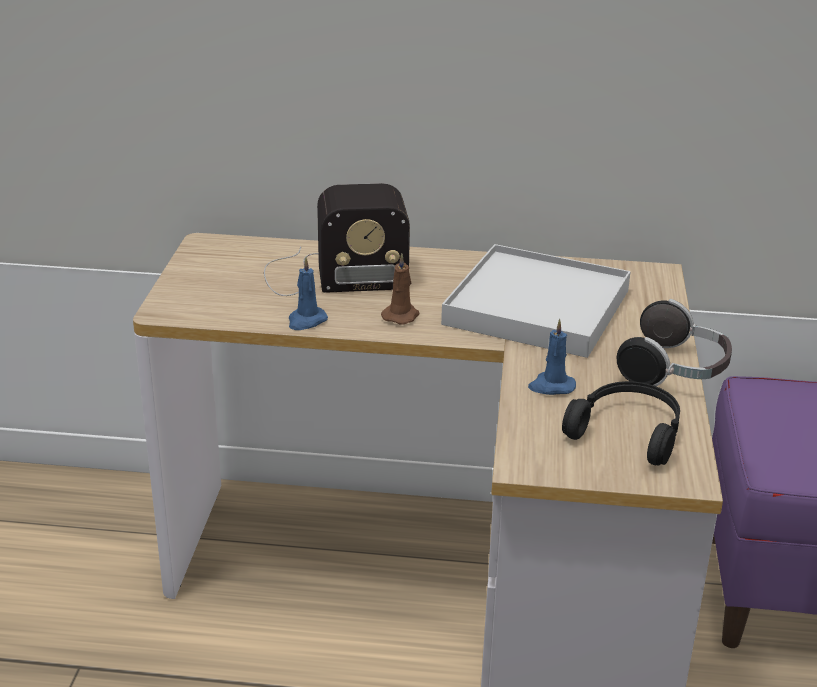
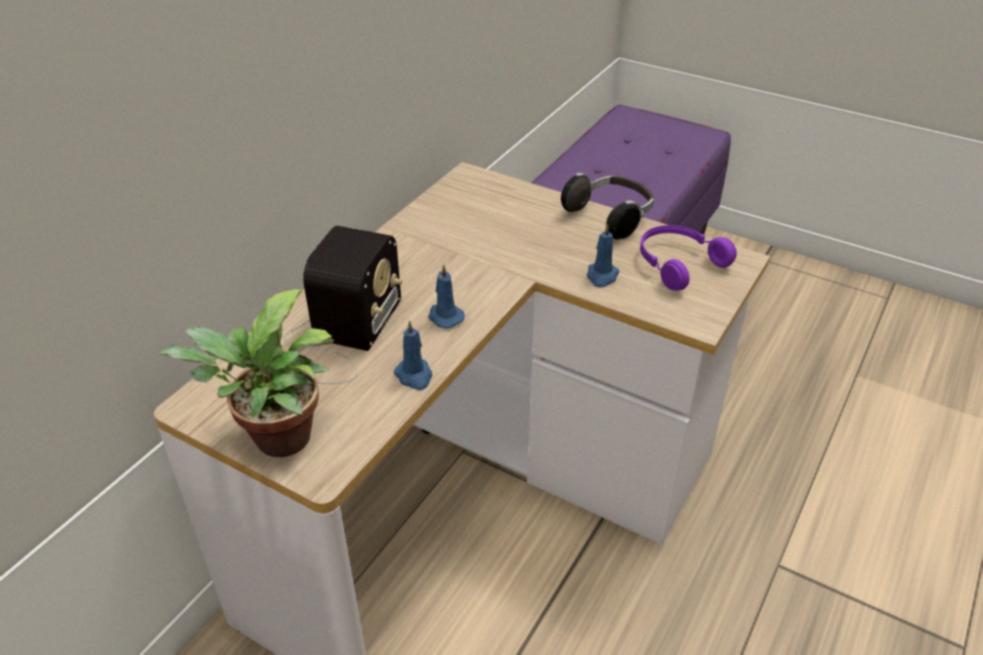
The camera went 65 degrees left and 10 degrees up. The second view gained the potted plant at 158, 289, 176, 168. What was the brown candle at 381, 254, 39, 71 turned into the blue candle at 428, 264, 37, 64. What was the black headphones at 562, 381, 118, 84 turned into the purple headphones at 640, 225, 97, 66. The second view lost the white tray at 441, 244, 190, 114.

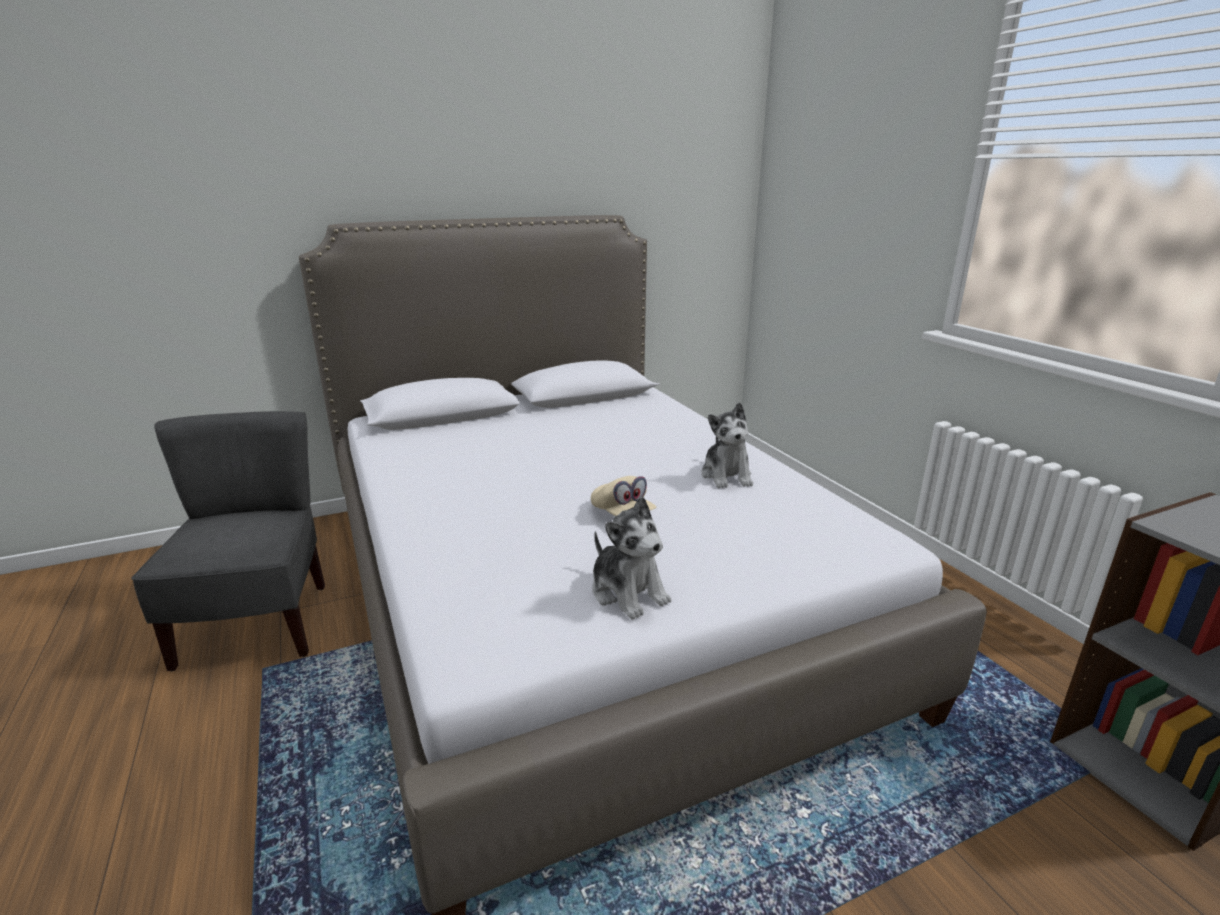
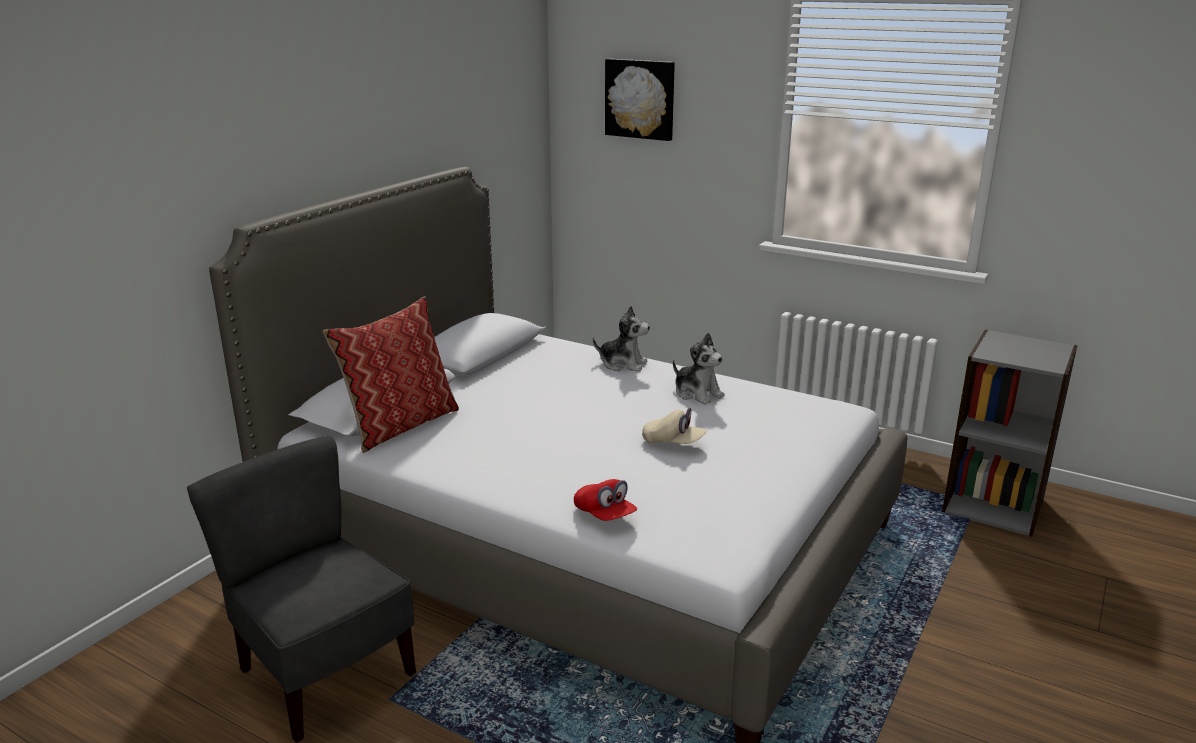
The camera went 35 degrees left and 0 degrees up. The second view gained the pillow at 322, 296, 137, 157. The second view gained the red cap at 574, 479, 63, 42. The plush toy ended up elsewhere, having gone from 592, 497, 79, 123 to 593, 306, 57, 66. The second view gained the picture at 605, 59, 70, 82.

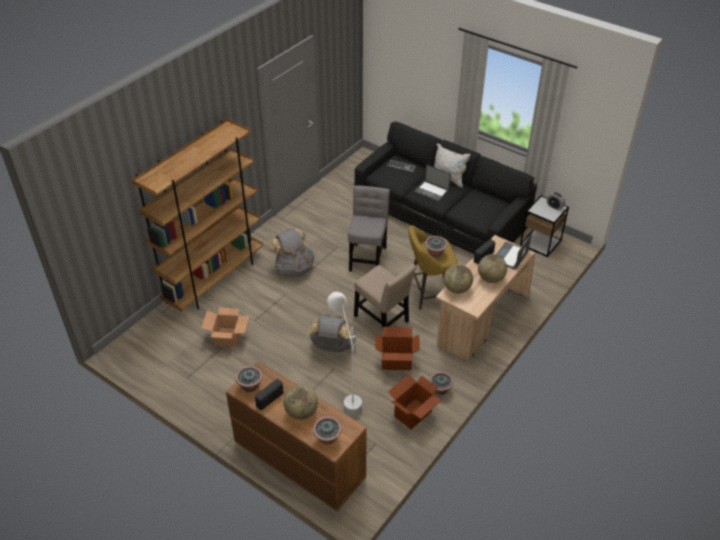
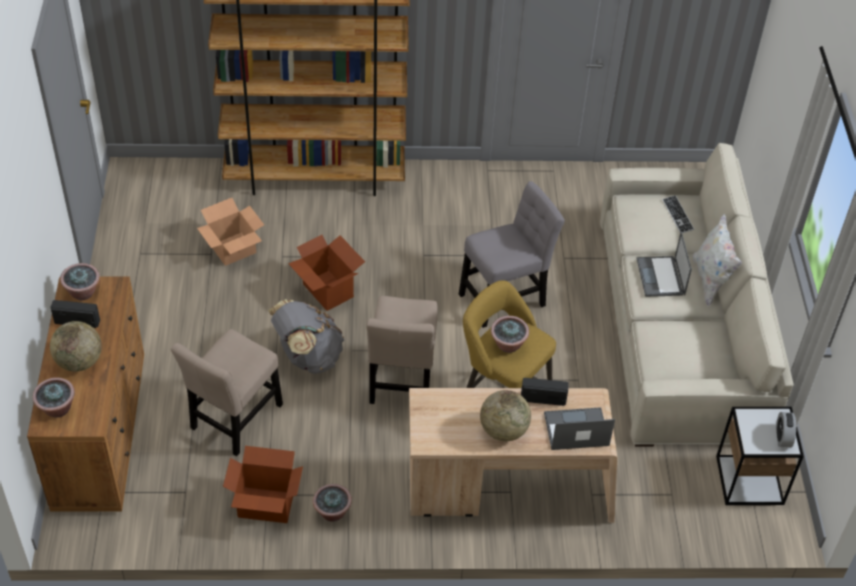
The camera went 50 degrees right and 5 degrees up. Where the white floor lamp stood at 327, 292, 35, 125, the beige chair came to stand at 171, 329, 112, 127. The cardboard box ended up elsewhere, having gone from 375, 327, 45, 43 to 288, 235, 77, 76. What was the black sofa at 355, 121, 182, 133 turned into the beige sofa at 600, 143, 194, 303. The second view lost the grey backpack at 269, 228, 45, 50. The second view lost the globe at 444, 264, 29, 30.

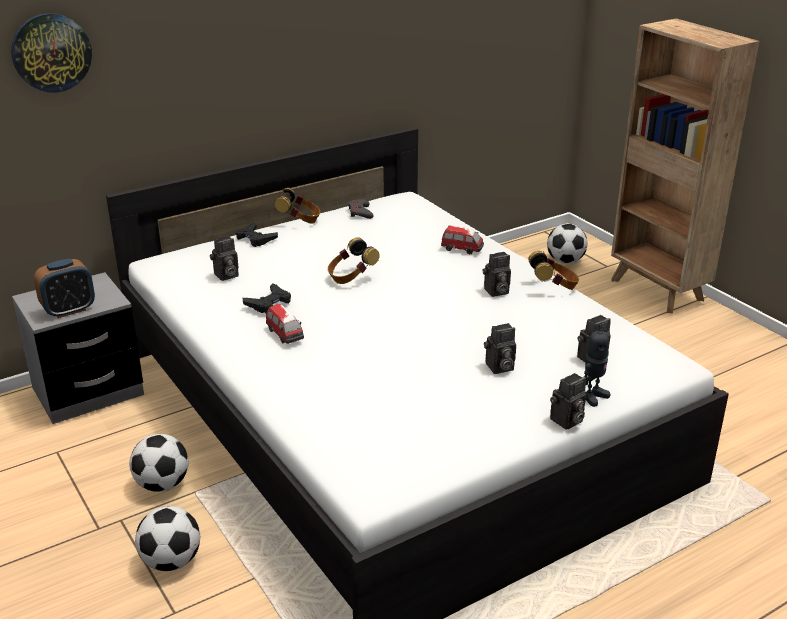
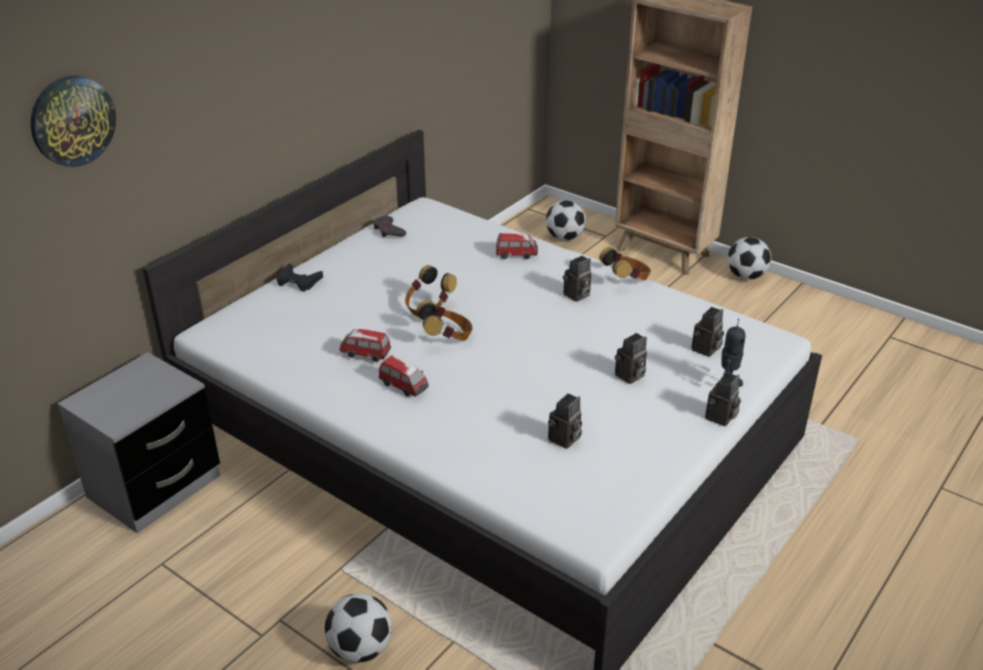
The camera went 20 degrees left and 5 degrees up. Where the black game controller stood at 243, 283, 48, 30, the toy car came to stand at 340, 329, 51, 33. The headphones ended up elsewhere, having gone from 275, 188, 45, 36 to 417, 300, 56, 41. The photo camera ended up elsewhere, having gone from 210, 236, 29, 45 to 548, 393, 34, 56. The football ended up elsewhere, having gone from 129, 434, 60, 58 to 727, 237, 44, 43. The second view lost the alarm clock at 34, 259, 61, 59.

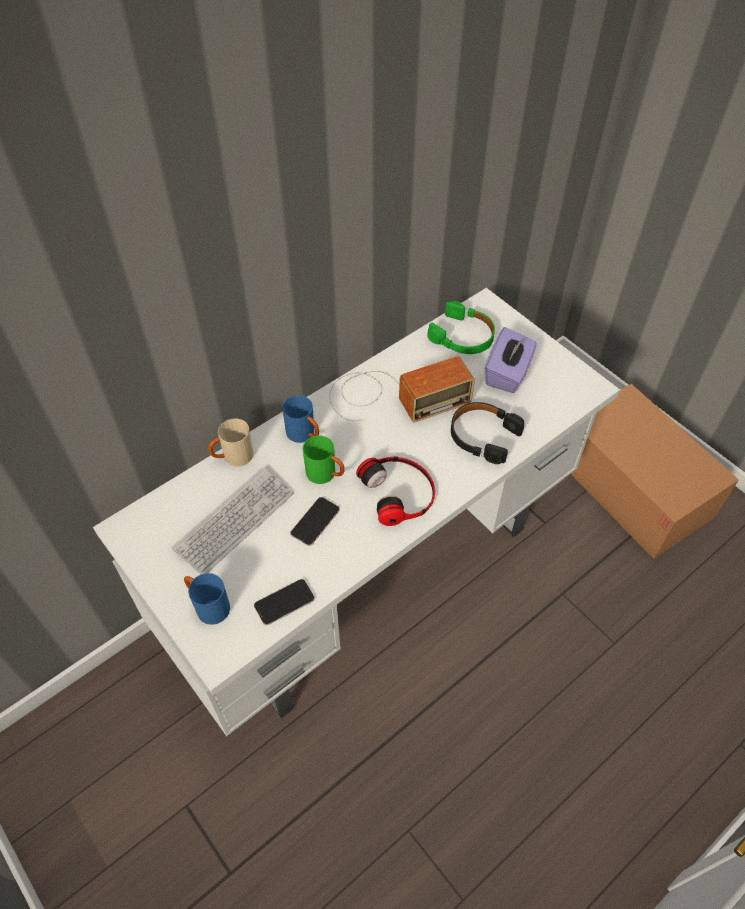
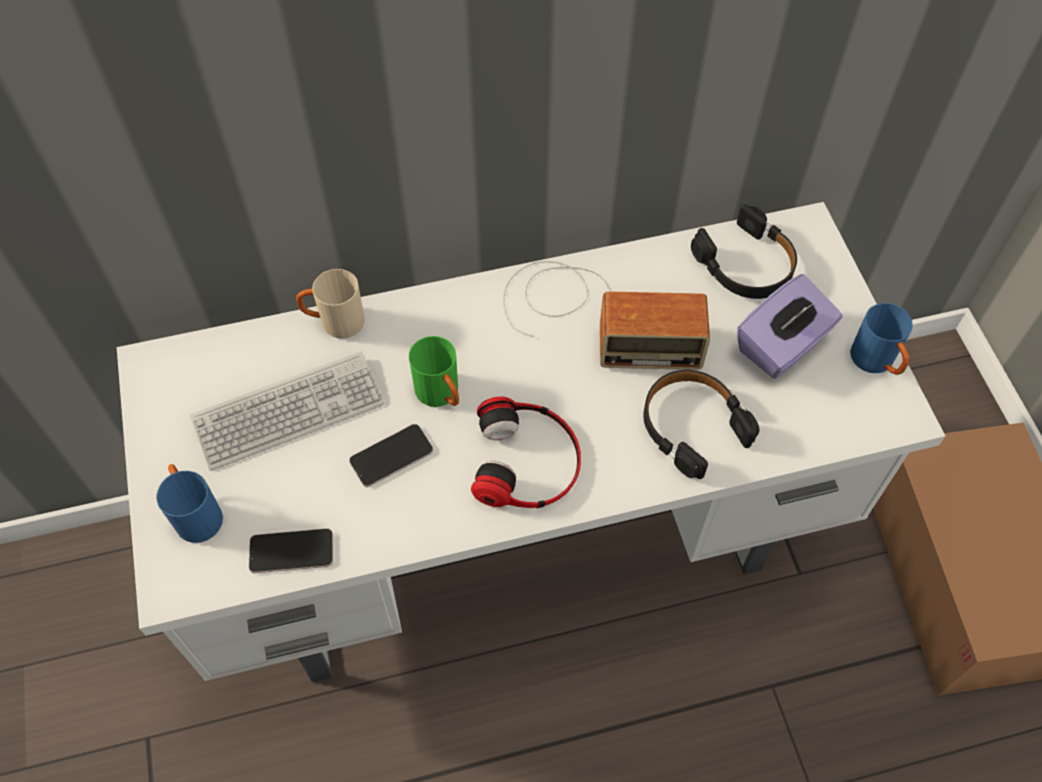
The camera went 25 degrees right and 5 degrees up. What was the green headphones at 427, 301, 68, 53 turned into the black headphones at 691, 204, 106, 95. The blue mug ended up elsewhere, having gone from 282, 395, 37, 48 to 850, 303, 63, 72.

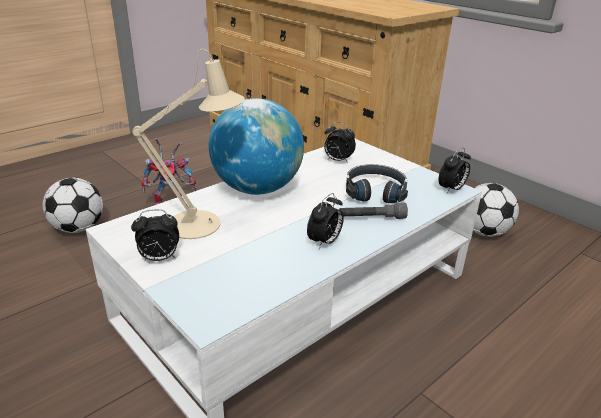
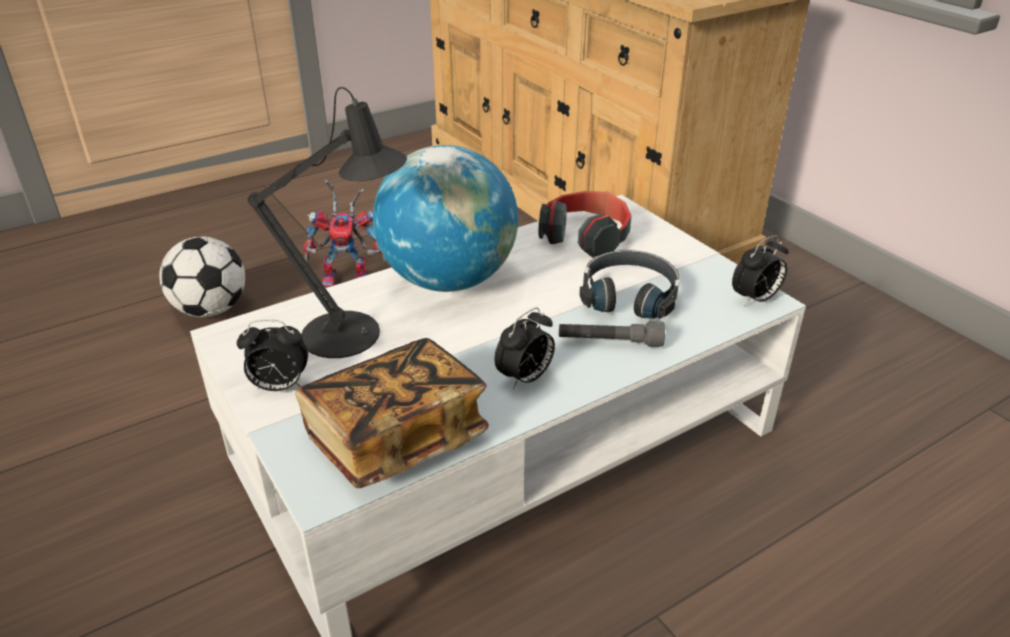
The camera went 10 degrees right and 5 degrees up. What was the beige table lamp at 132, 49, 113, 190 turned into the black table lamp at 248, 87, 159, 271. The second view gained the book at 295, 338, 194, 150. Where the alarm clock stood at 324, 122, 32, 41, the headphones came to stand at 538, 191, 94, 67. The second view lost the football at 473, 183, 46, 54.

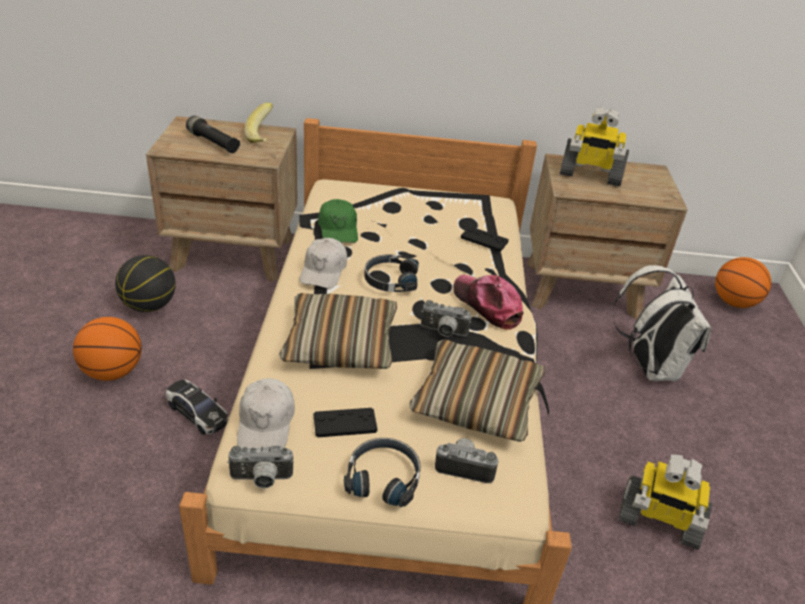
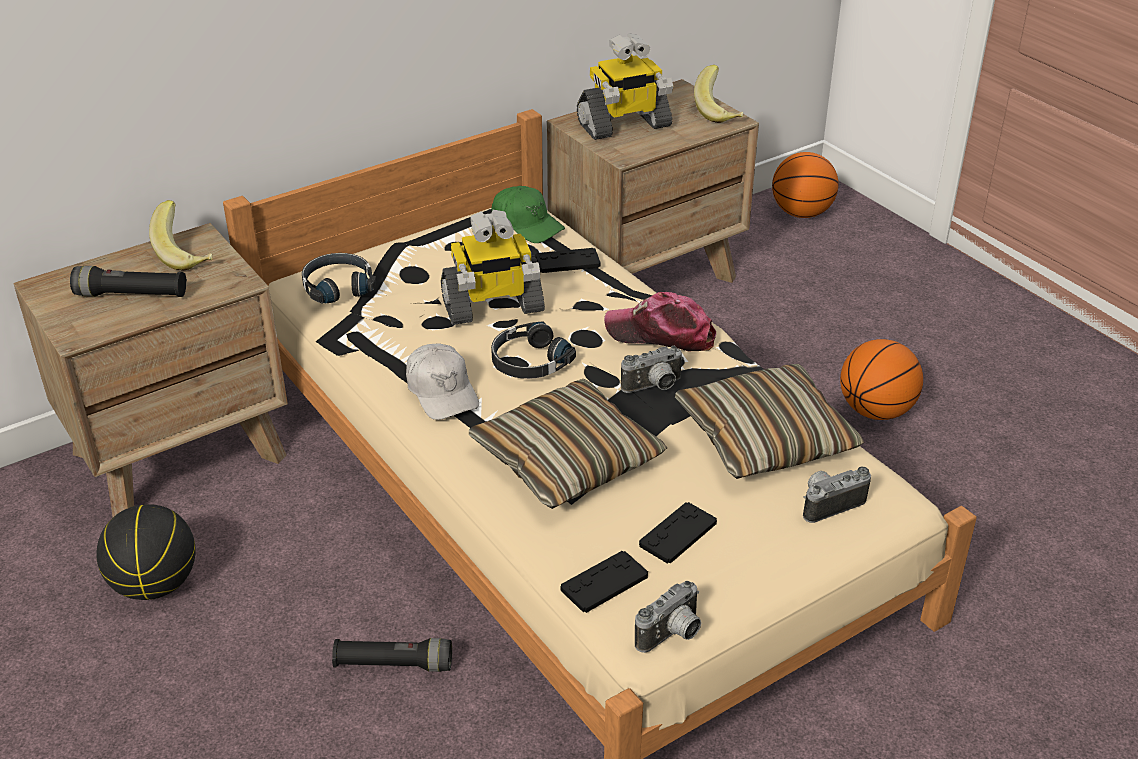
The camera went 35 degrees left and 0 degrees up. The black headphones ended up elsewhere, having gone from 344, 438, 77, 69 to 302, 253, 74, 51. Where the toy car stood at 165, 380, 64, 55, the black flashlight came to stand at 332, 638, 120, 34. The toy robot ended up elsewhere, having gone from 618, 454, 95, 96 to 441, 210, 104, 115. The green cap ended up elsewhere, having gone from 318, 199, 40, 44 to 492, 186, 73, 57. Where the white cap stood at 237, 378, 58, 70, the black game controller came to stand at 561, 551, 87, 62. The second view gained the banana at 694, 65, 49, 58. The basketball ended up elsewhere, having gone from 73, 317, 69, 64 to 840, 339, 83, 81. The second view lost the white backpack at 613, 265, 98, 117.

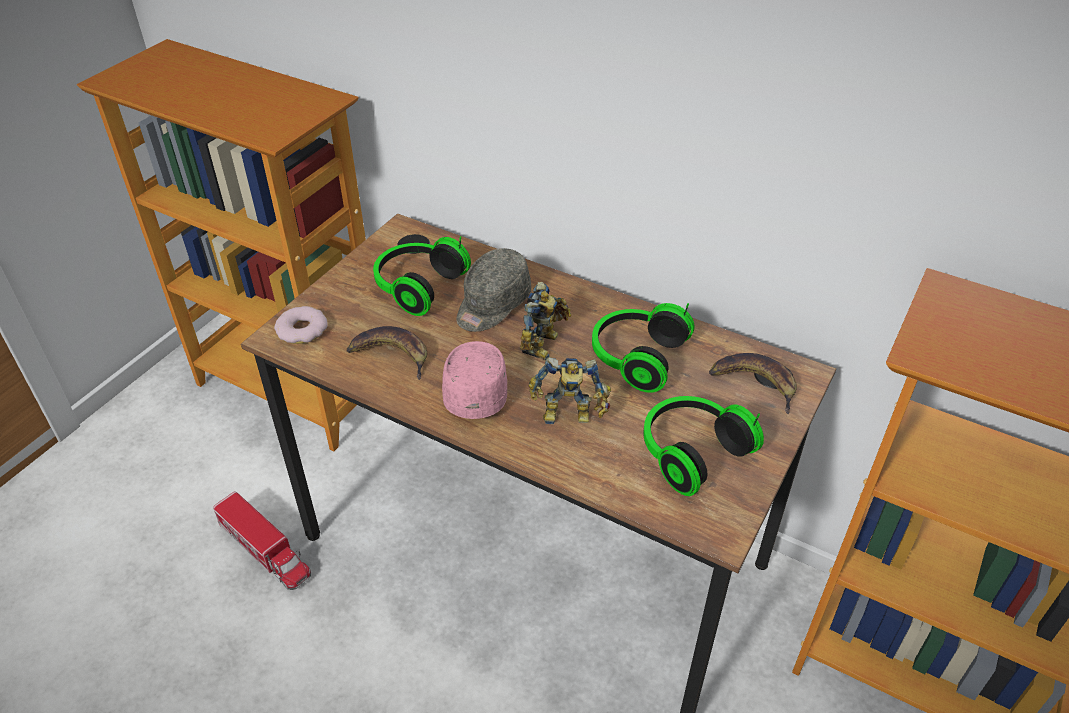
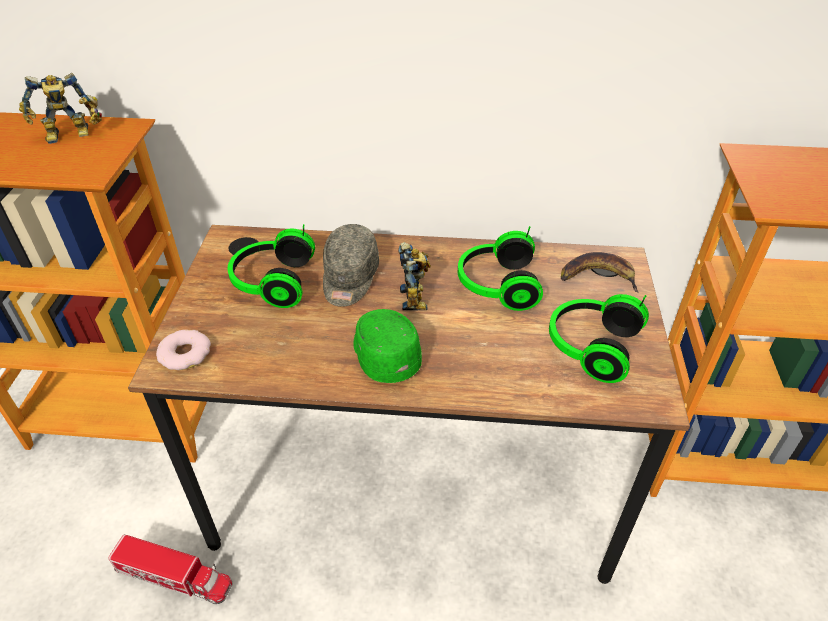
The camera went 25 degrees left and 0 degrees up. The toy robot ended up elsewhere, having gone from 529, 357, 82, 67 to 19, 73, 83, 71. What was the pink cap at 442, 341, 65, 78 turned into the green cap at 353, 309, 69, 74. The second view lost the banana at 347, 326, 80, 54.

